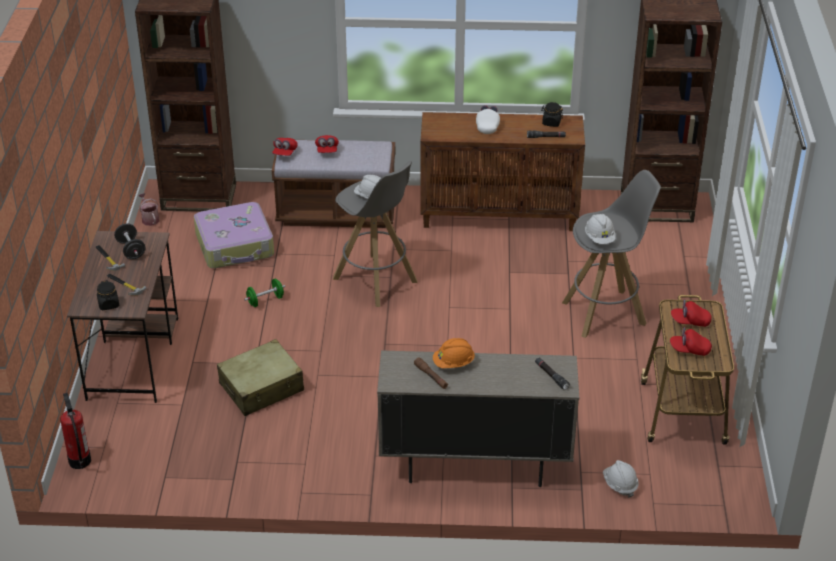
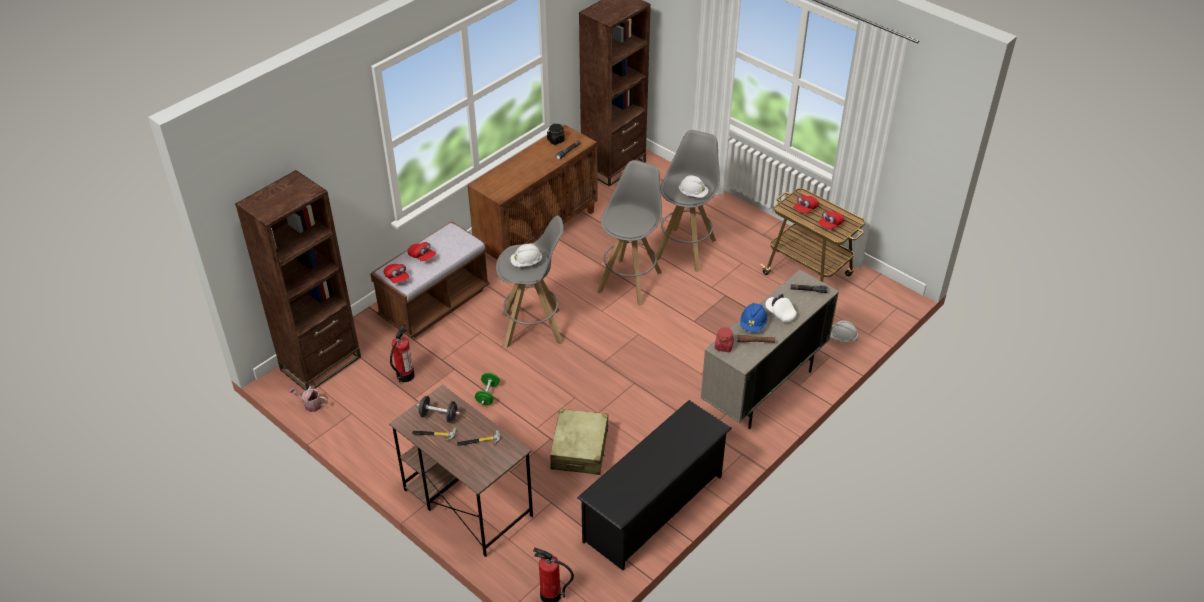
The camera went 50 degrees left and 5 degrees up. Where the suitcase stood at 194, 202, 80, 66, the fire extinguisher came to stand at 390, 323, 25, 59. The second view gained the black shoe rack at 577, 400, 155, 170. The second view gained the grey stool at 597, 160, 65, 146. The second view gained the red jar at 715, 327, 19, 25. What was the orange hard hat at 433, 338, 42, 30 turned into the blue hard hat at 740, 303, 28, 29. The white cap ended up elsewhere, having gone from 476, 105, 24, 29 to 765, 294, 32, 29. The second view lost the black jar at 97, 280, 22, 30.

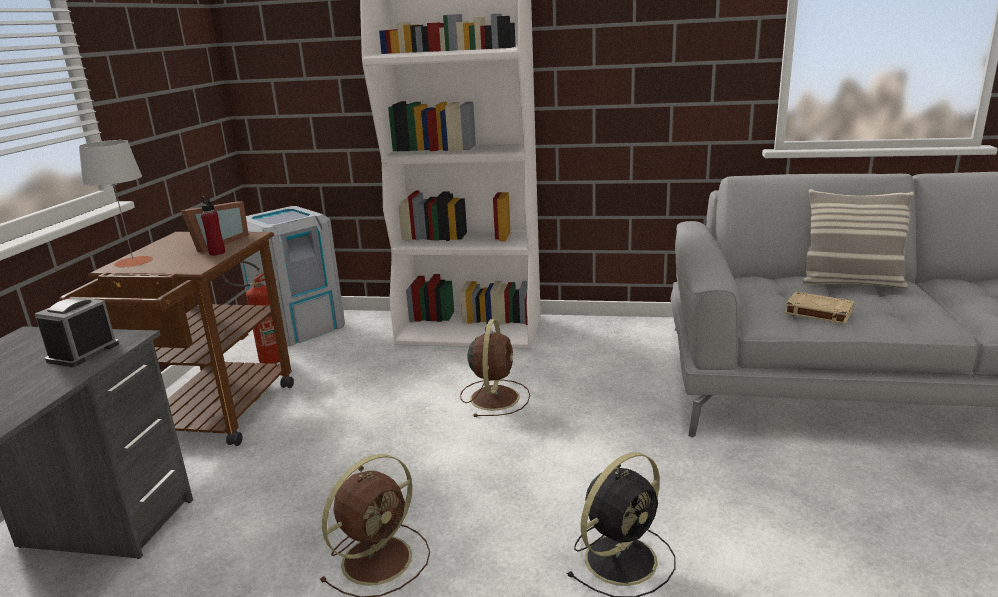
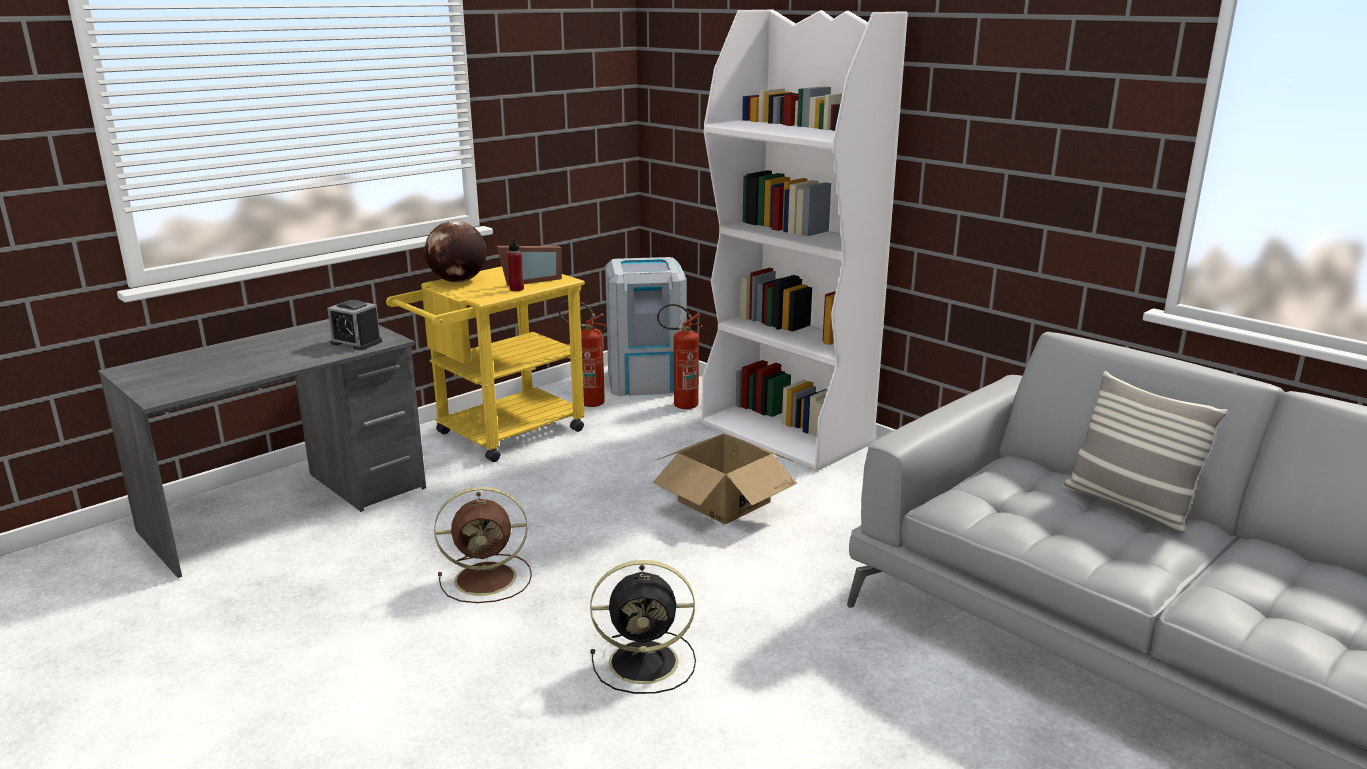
The camera went 35 degrees right and 0 degrees up. The alarm clock at 35, 297, 84, 70 ended up facing another way, 120 degrees counterclockwise from before. What was the brown cart at 59, 232, 235, 214 turned into the yellow cart at 386, 266, 199, 196. Where the grey table lamp stood at 79, 140, 74, 127, the globe came to stand at 424, 221, 63, 62. Where the brown fan stood at 460, 319, 70, 98, the cardboard box came to stand at 653, 434, 144, 91. The second view gained the fire extinguisher at 657, 304, 46, 105. The second view lost the beige book at 784, 292, 71, 32.

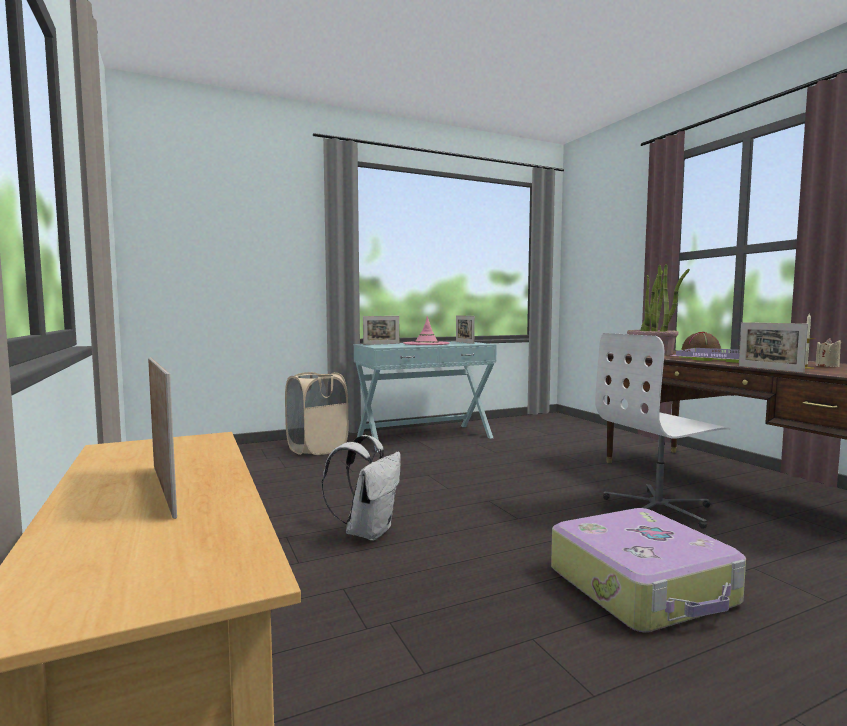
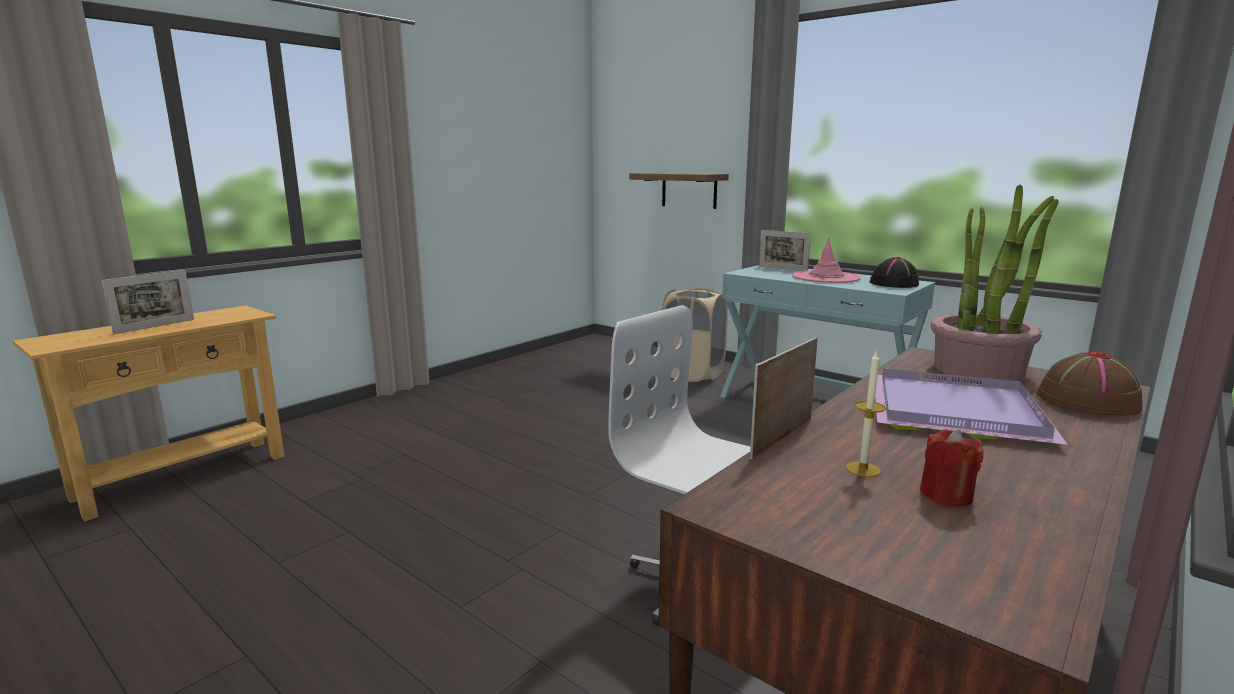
The camera went 65 degrees right and 10 degrees up. The second view gained the shelf at 629, 173, 100, 36. Where the picture frame stood at 456, 315, 19, 29, the black hat came to stand at 870, 257, 49, 31. What was the beige candle at 815, 338, 26, 29 turned into the red candle at 920, 429, 64, 78. The second view lost the white backpack at 322, 435, 79, 106. The second view lost the suitcase at 551, 508, 195, 125.

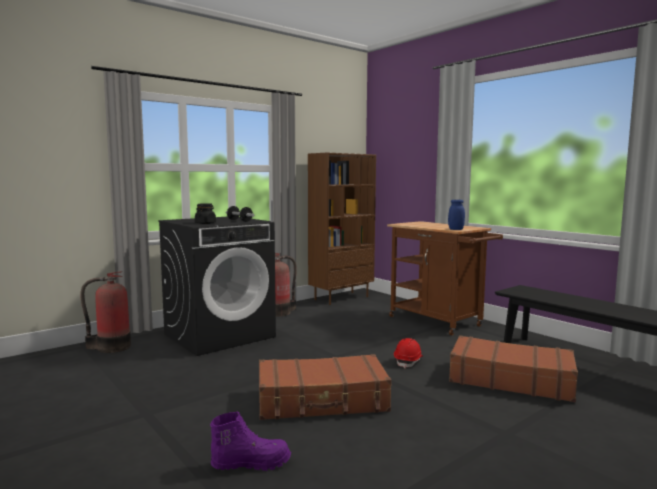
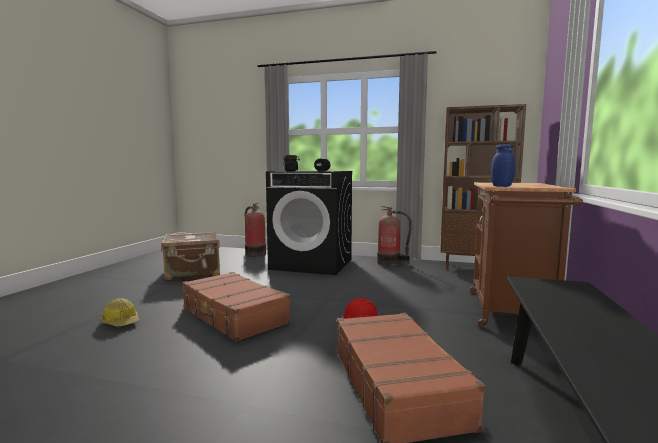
The camera went 55 degrees right and 0 degrees up. Where the purple boot stood at 210, 411, 81, 60, the hard hat came to stand at 100, 298, 39, 28. The second view gained the brown suitcase at 161, 231, 59, 49.

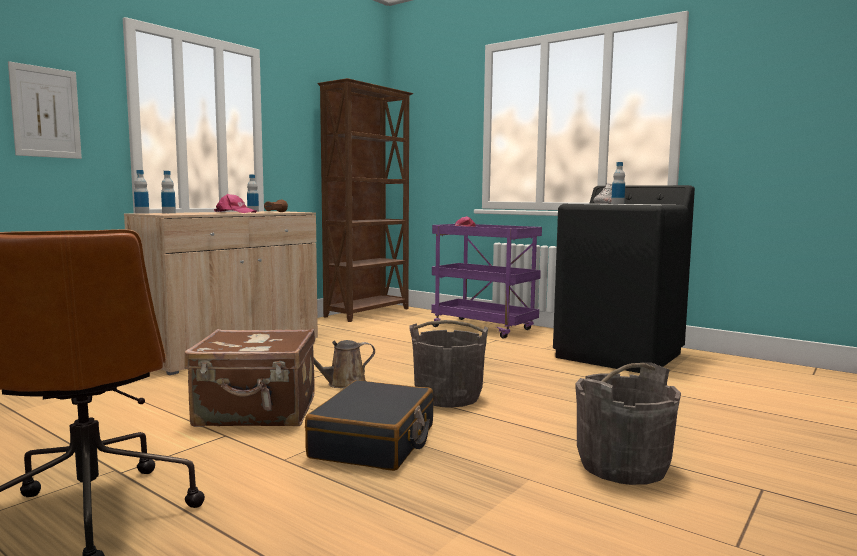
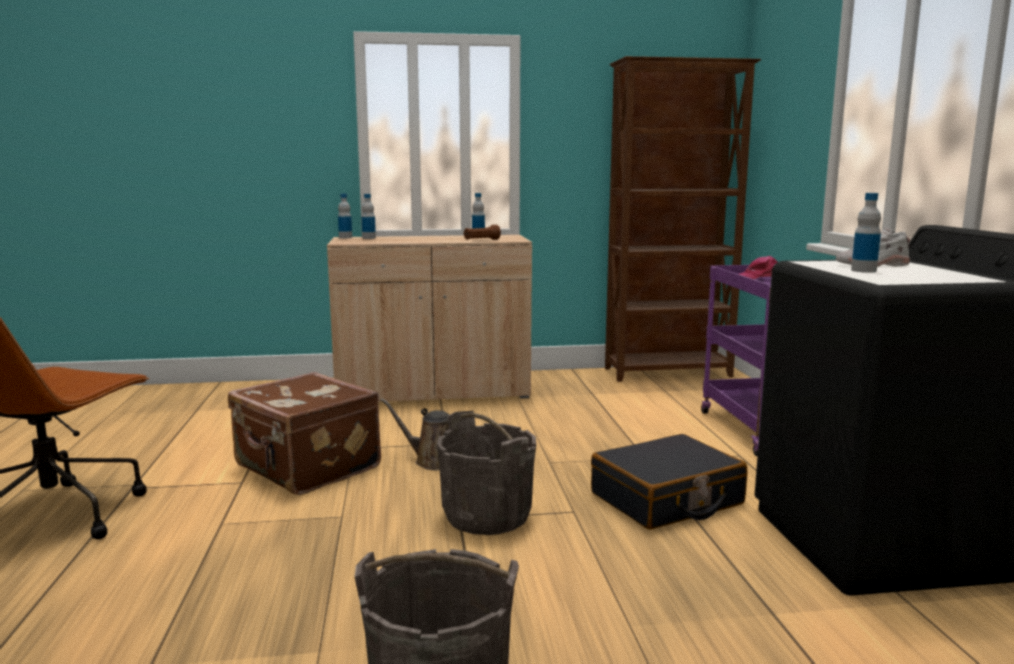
The camera went 45 degrees right and 5 degrees up. The black suitcase ended up elsewhere, having gone from 305, 380, 128, 91 to 591, 434, 156, 95. The second view lost the picture at 8, 61, 74, 98. The second view lost the pink cap at 214, 194, 43, 19.

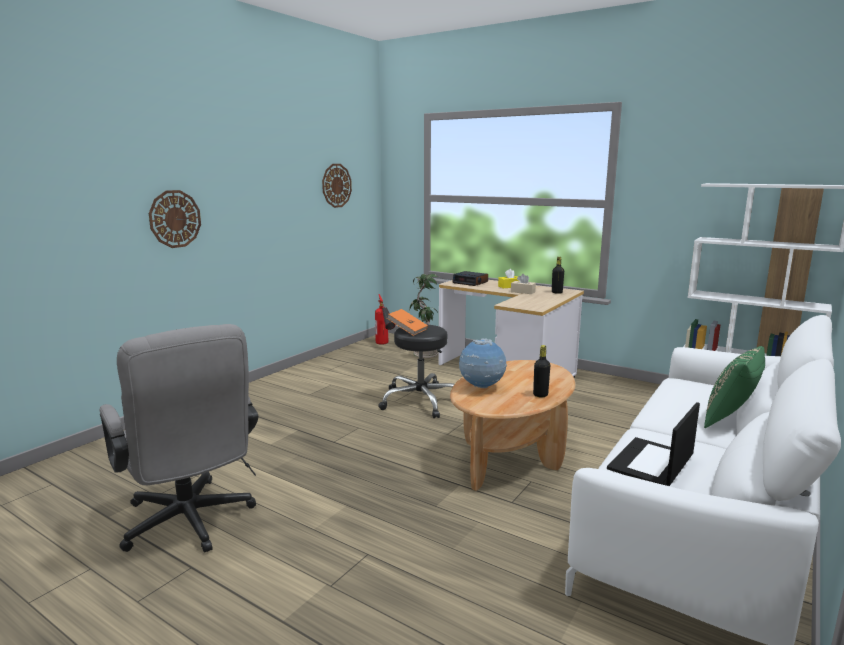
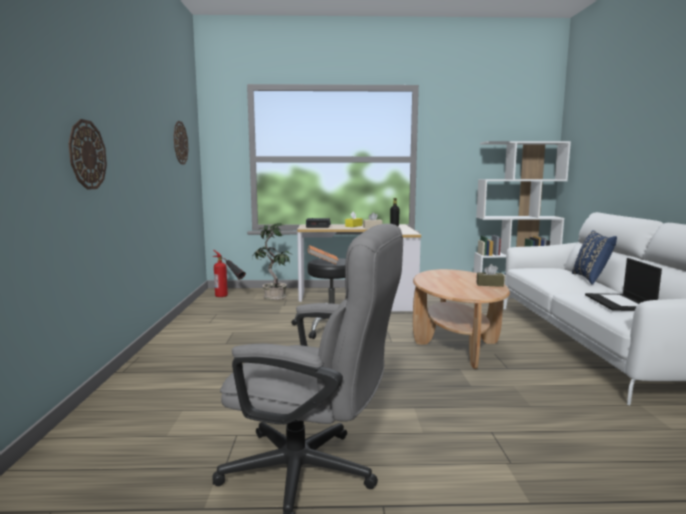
The camera went 35 degrees left and 5 degrees down. Where the black bottle stood at 533, 345, 17, 52, the brown tissue box came to stand at 477, 264, 27, 23. What was the green pillow at 704, 346, 61, 82 turned into the blue pillow at 572, 230, 45, 55. The second view lost the globe at 459, 338, 48, 50.

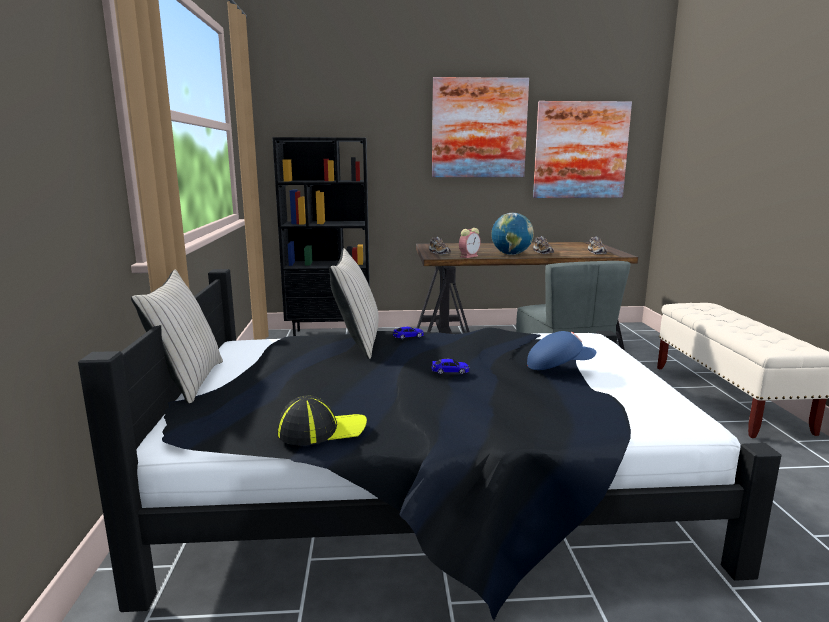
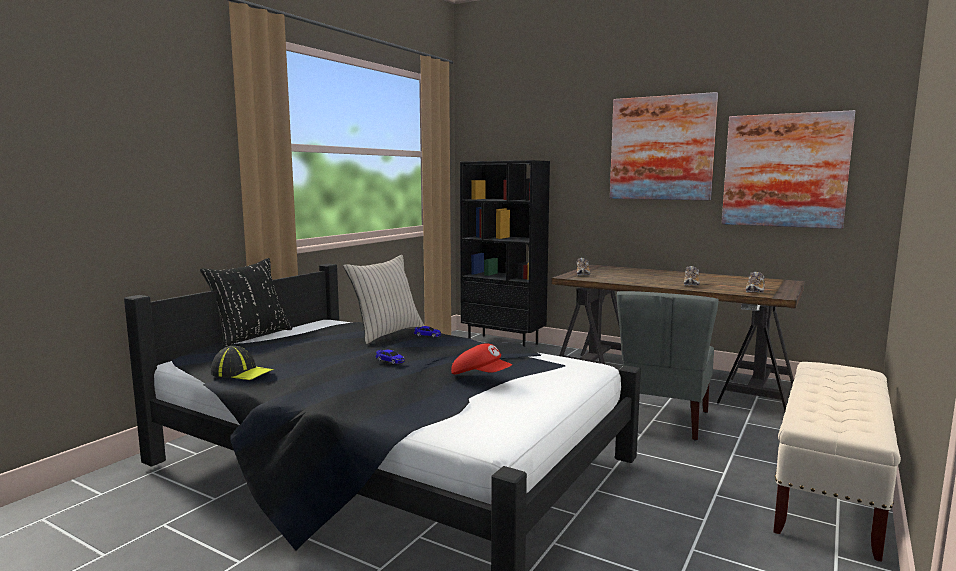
The camera went 35 degrees right and 5 degrees down. What was the beige pillow at 131, 270, 92, 133 turned into the black pillow at 200, 258, 92, 88. What was the blue cap at 527, 331, 69, 39 turned into the red cap at 451, 343, 61, 32. The second view lost the alarm clock at 459, 228, 22, 30. The second view lost the globe at 491, 213, 43, 42.

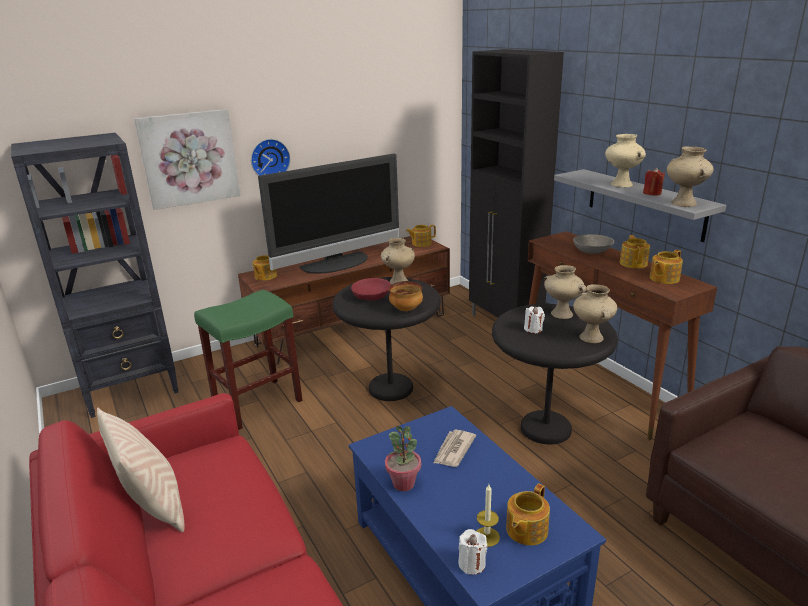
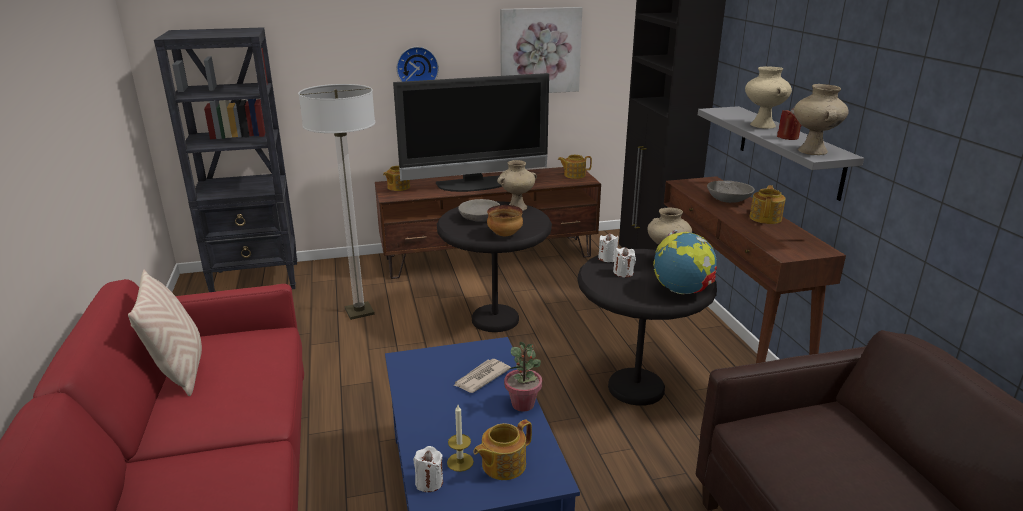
The camera went 15 degrees right and 0 degrees up. Where the green stool stood at 194, 290, 108, 140, the floor lamp came to stand at 298, 84, 77, 236. What was the red bowl at 351, 278, 40, 22 turned into the grey bowl at 458, 199, 42, 23. The picture ended up elsewhere, having gone from 134, 109, 107, 101 to 500, 7, 82, 86. The potted plant ended up elsewhere, having gone from 385, 426, 36, 65 to 504, 342, 38, 70. The second view gained the white candle at 598, 233, 21, 29. Where the beige vase stood at 573, 284, 44, 59, the globe came to stand at 653, 230, 64, 64. The second view lost the teapot at 650, 250, 33, 34.

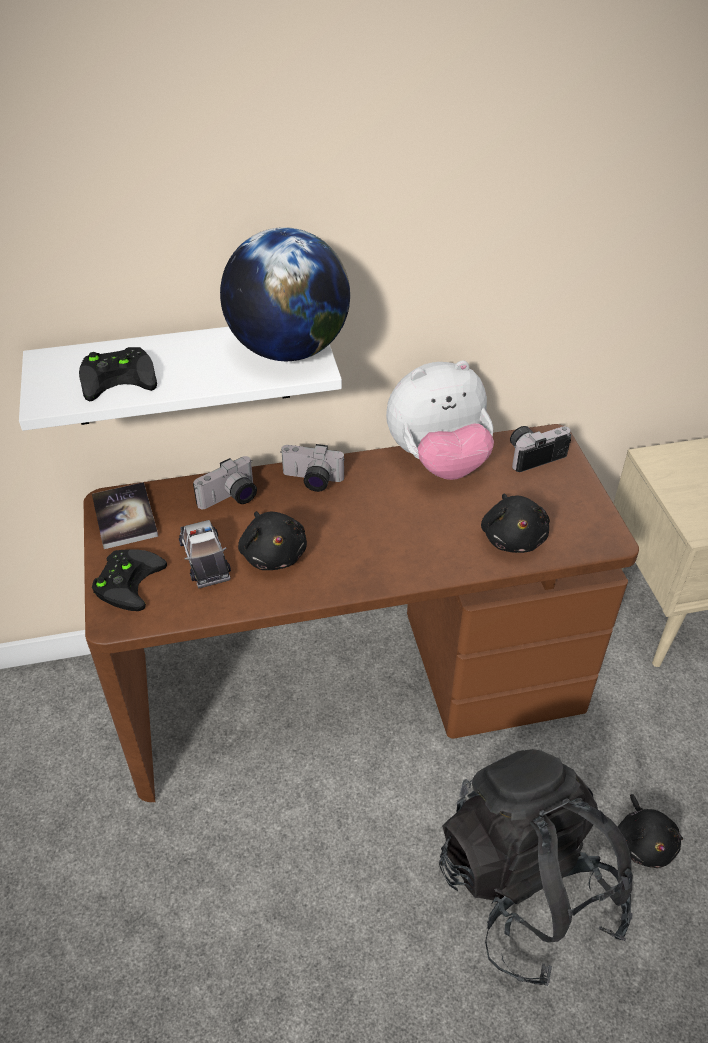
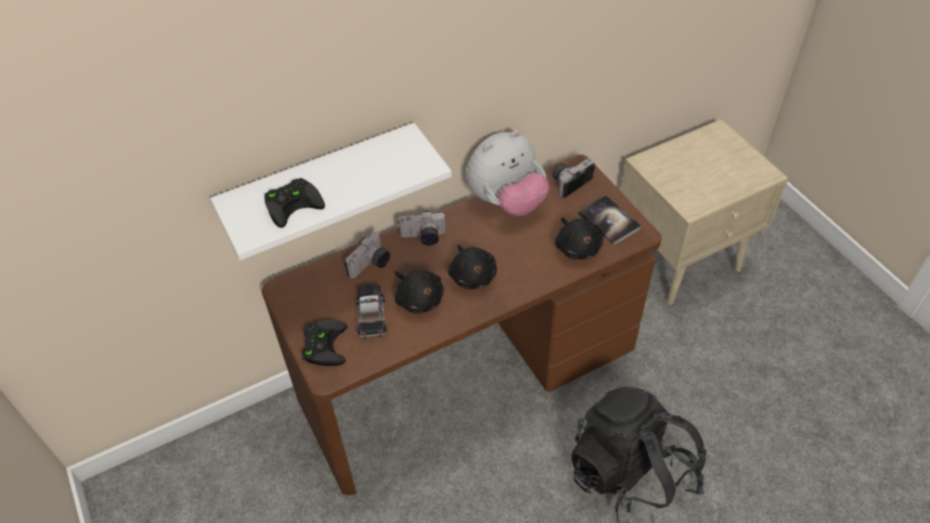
The camera went 15 degrees left and 5 degrees up. The toy car at 179, 520, 52, 69 ended up facing another way, 150 degrees counterclockwise from before. The black plush toy ended up elsewhere, having gone from 618, 794, 65, 74 to 448, 244, 49, 45. The book ended up elsewhere, having gone from 92, 482, 66, 67 to 578, 195, 64, 50. The second view lost the globe at 220, 227, 130, 134.

